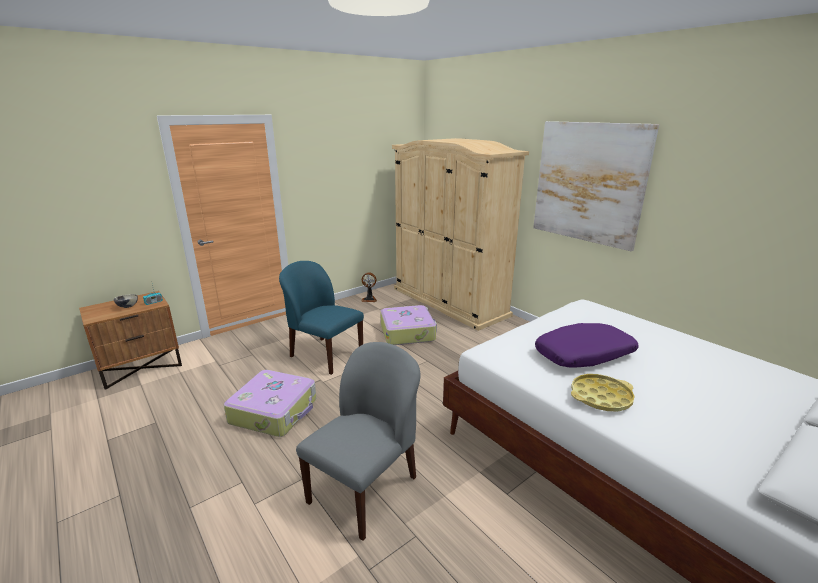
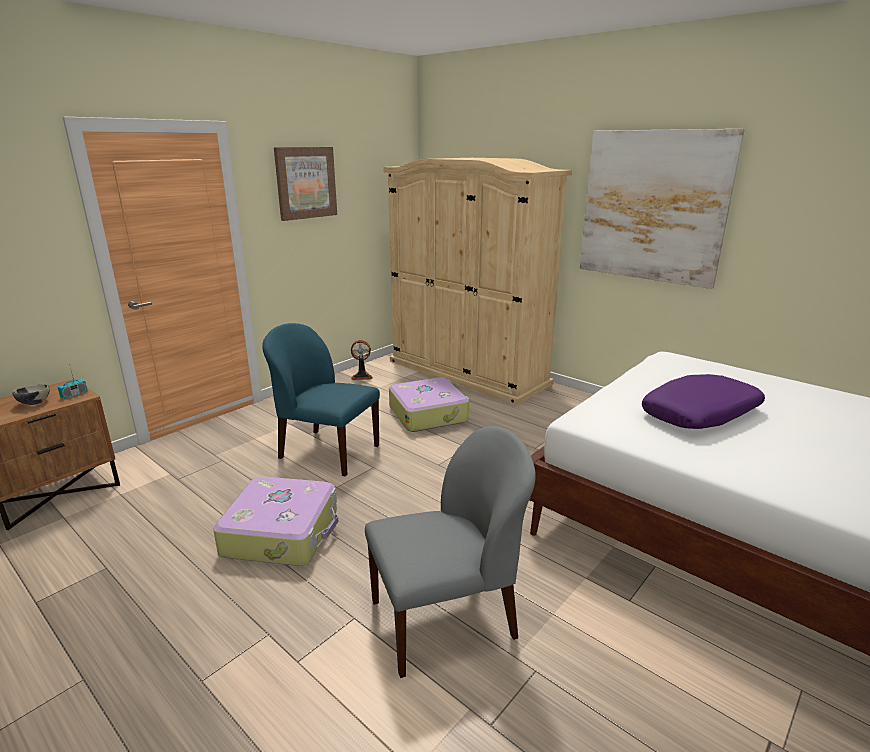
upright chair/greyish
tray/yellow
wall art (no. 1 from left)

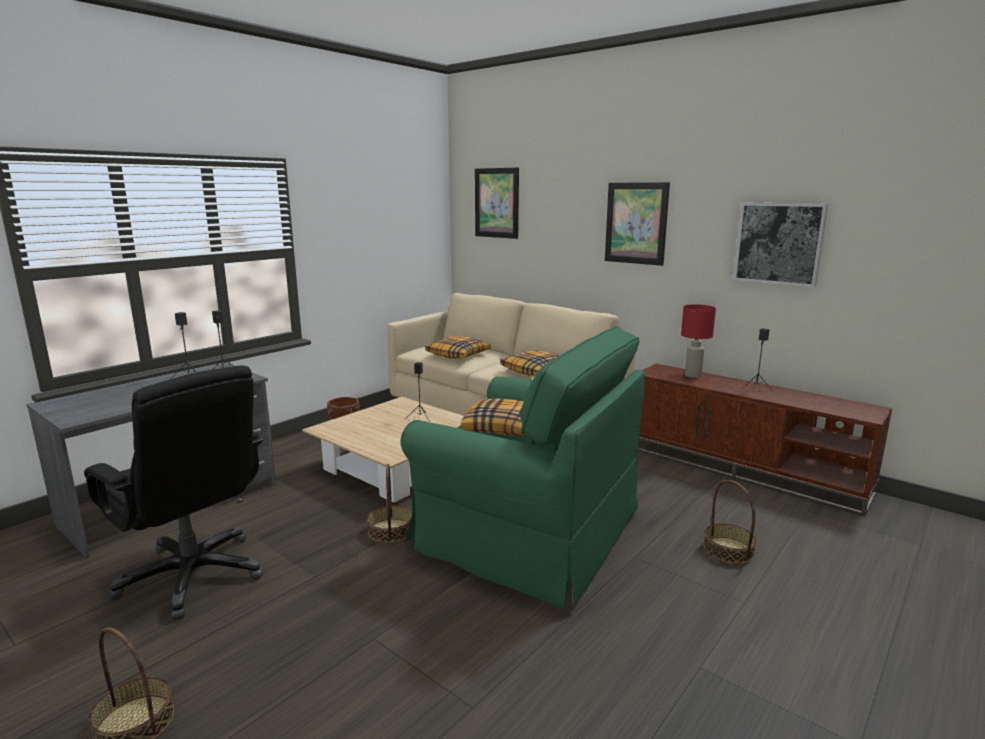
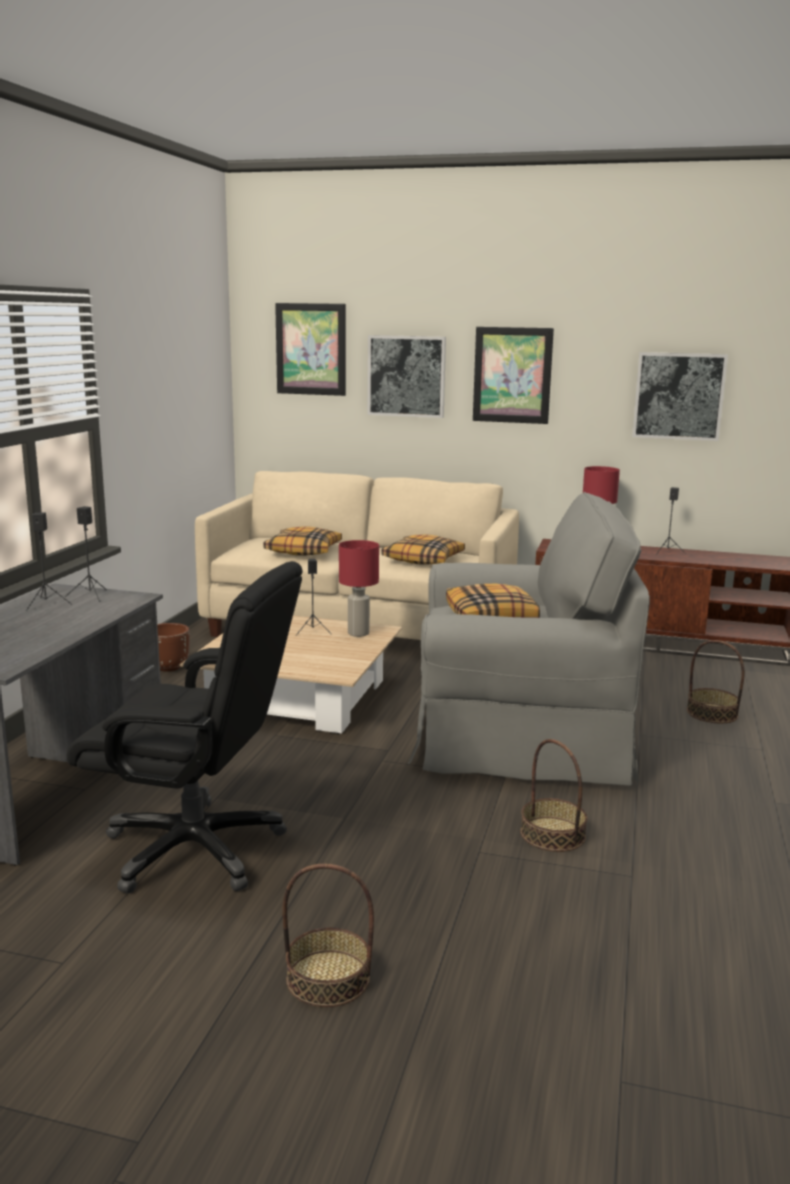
basket (no. 2 from left)
easy chair/greyish
lamp for a table/red-coloured (no. 1 from left)
wall art (no. 2 from left)

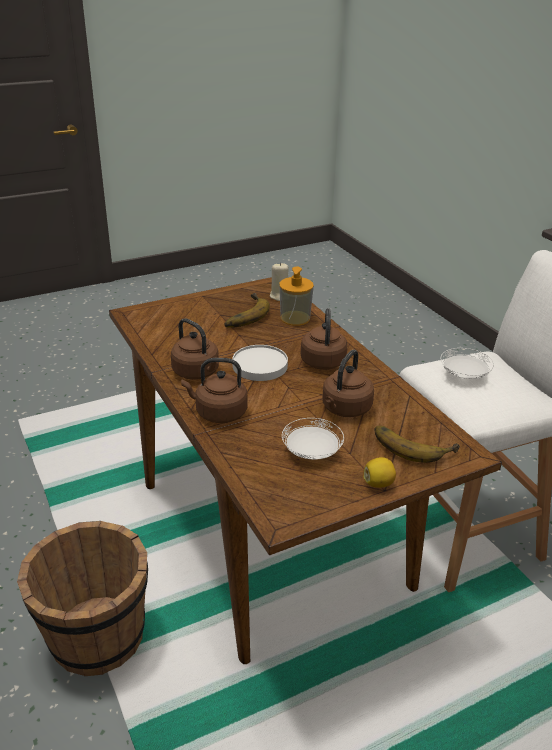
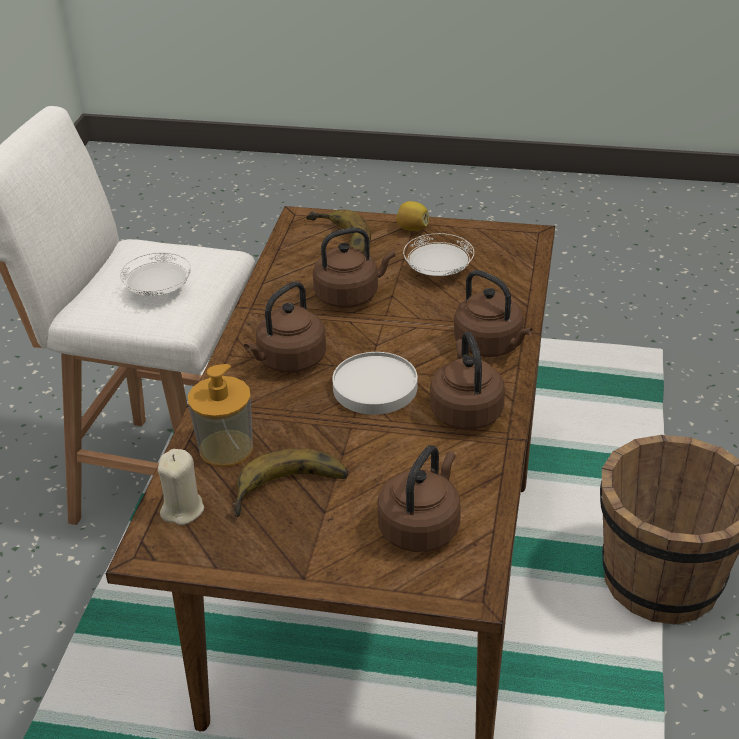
kettle/brown-coloured (no. 3 from left)

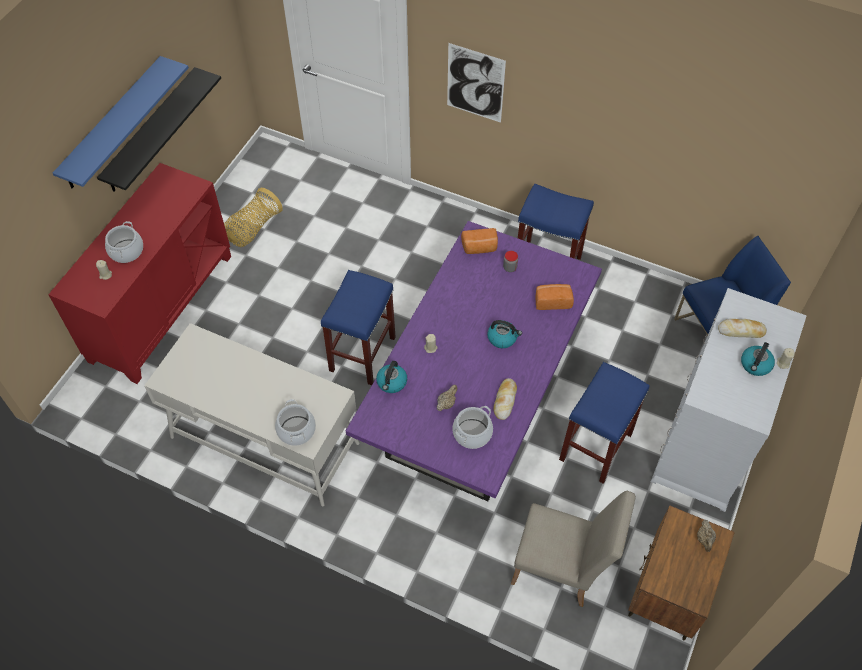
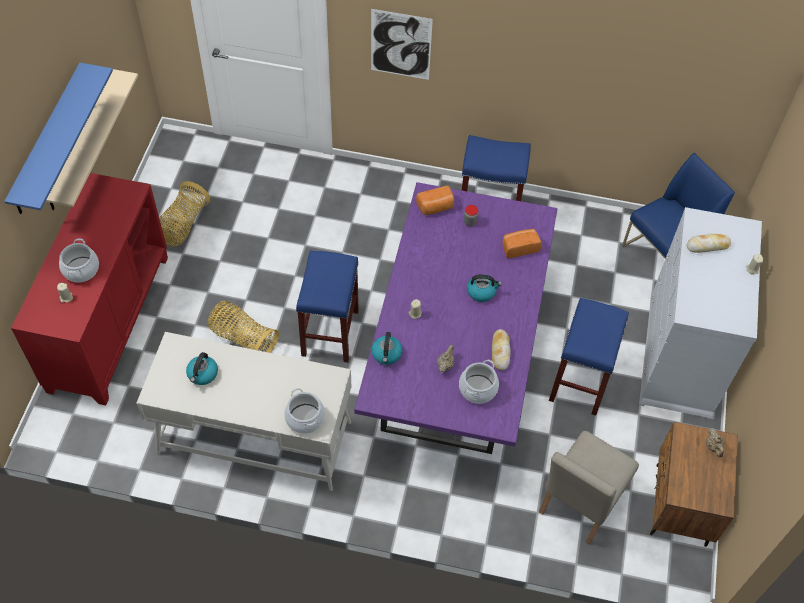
bracket shelf/beige
upright chair/beige
kettle (no. 1 from left)
basket (no. 2 from left)

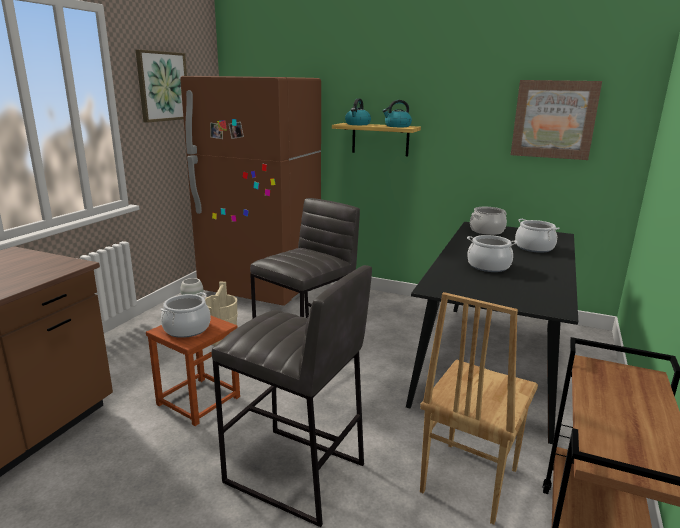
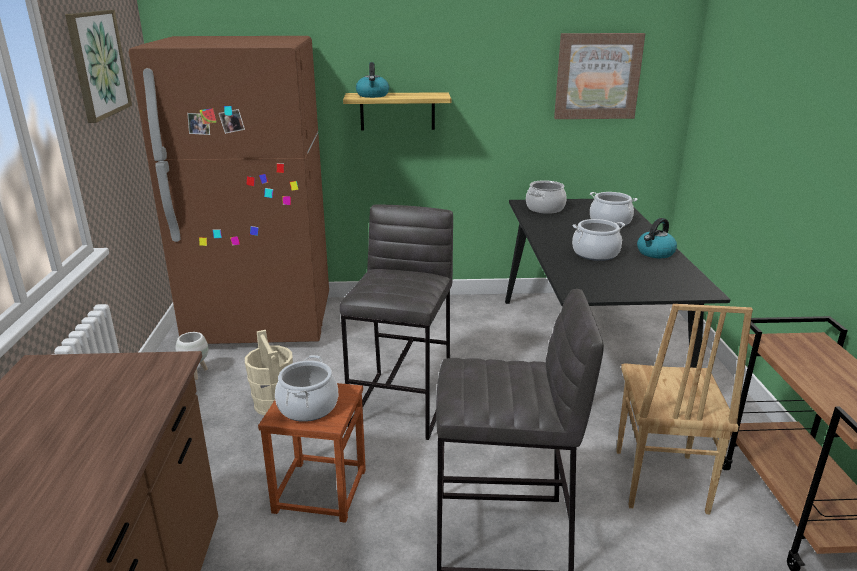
kettle (no. 2 from left)

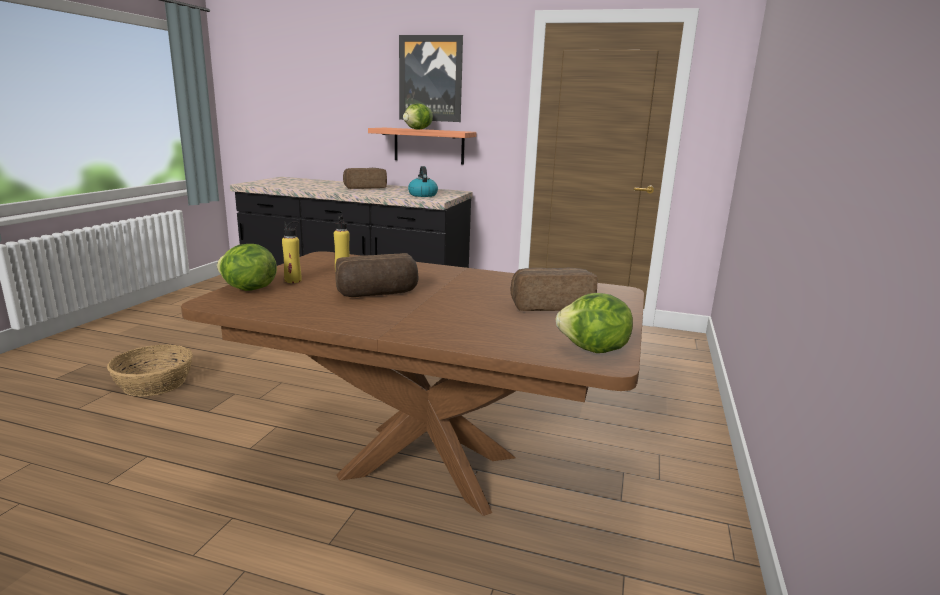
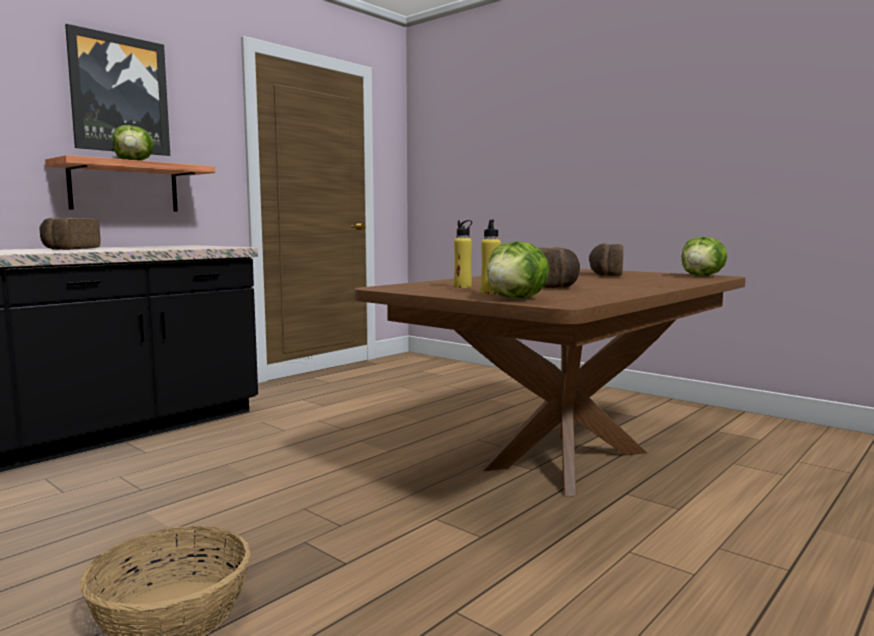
kettle

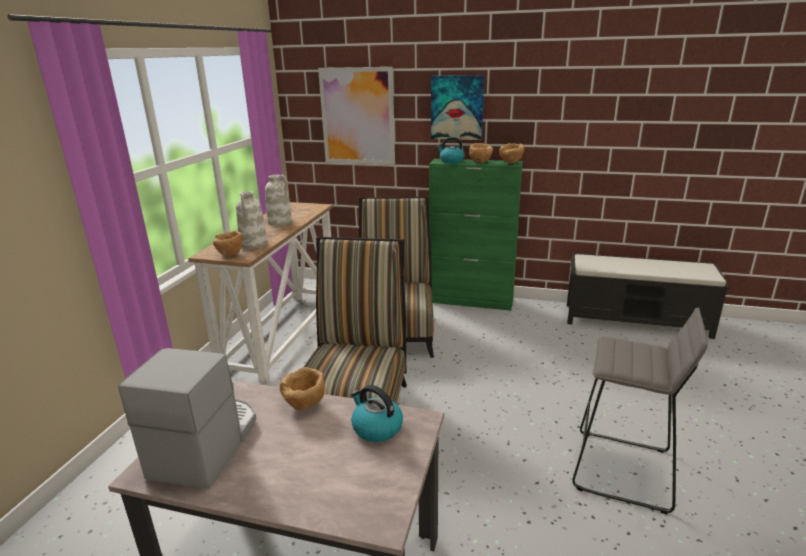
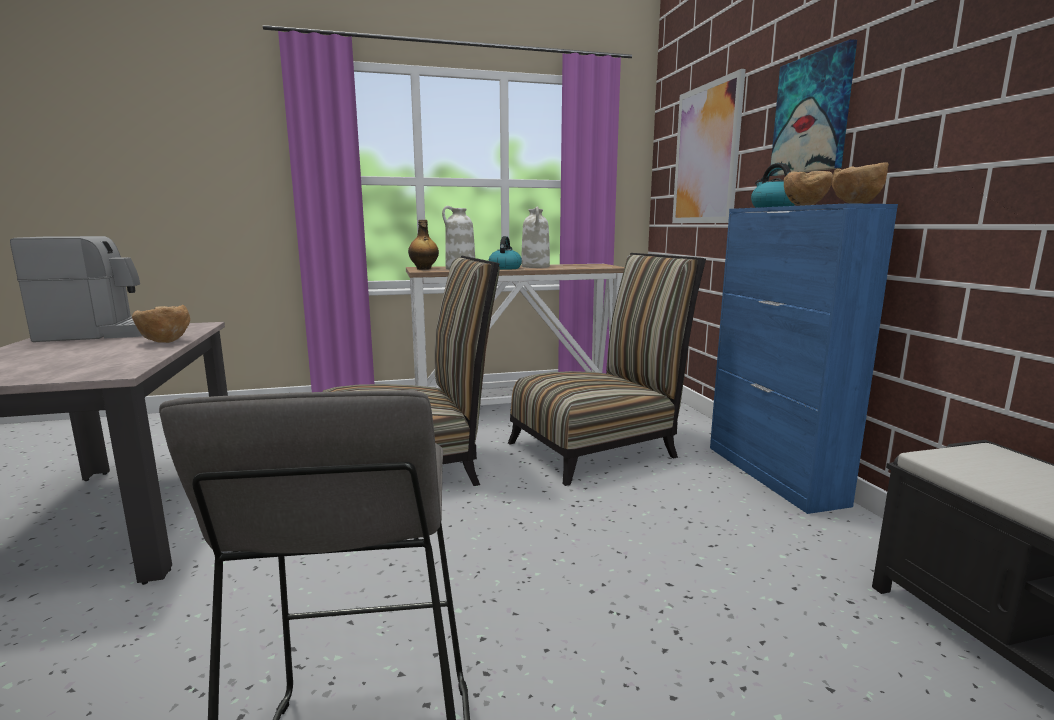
bottle
kettle (no. 1 from left)
storage cabinet/blue

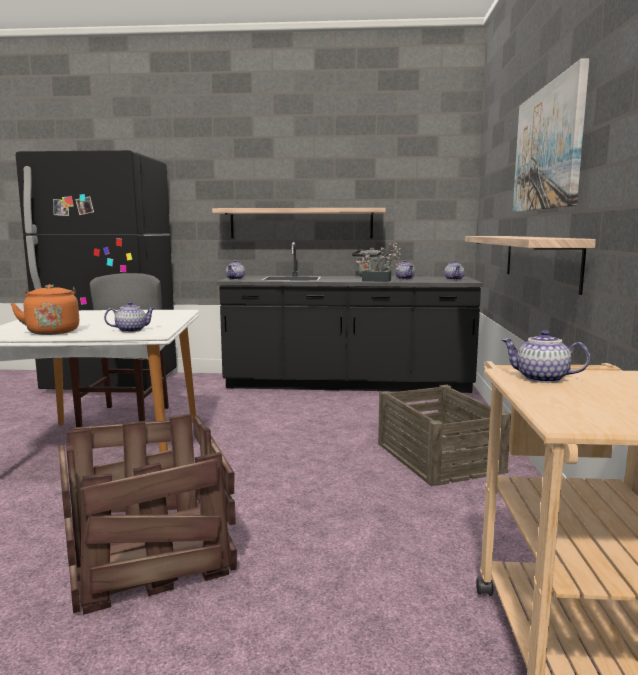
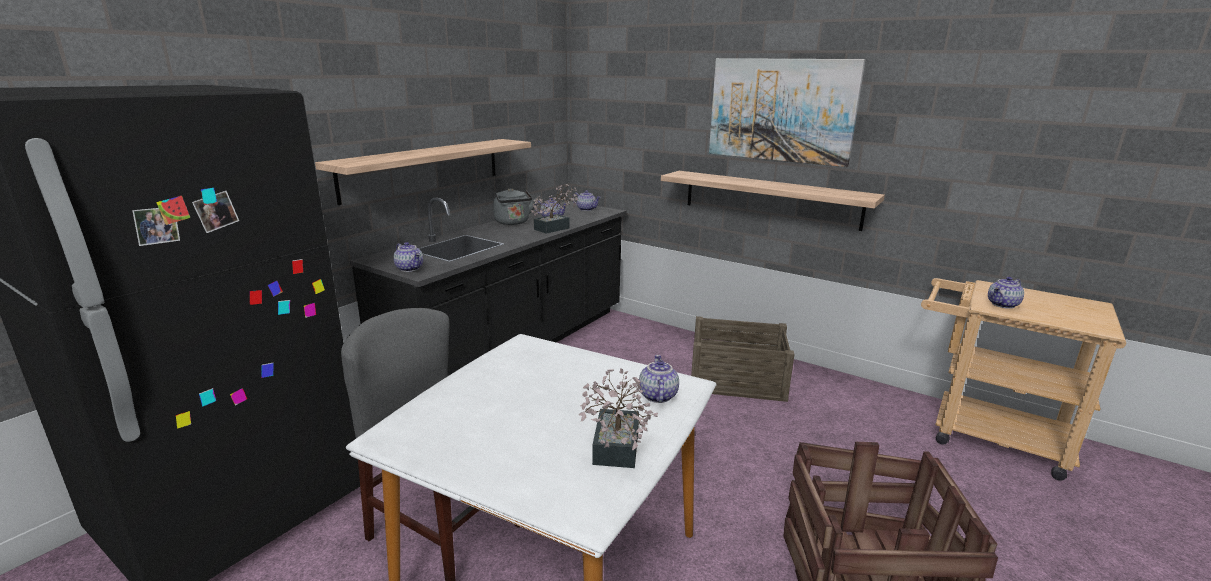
potted plant (no. 2 from left)

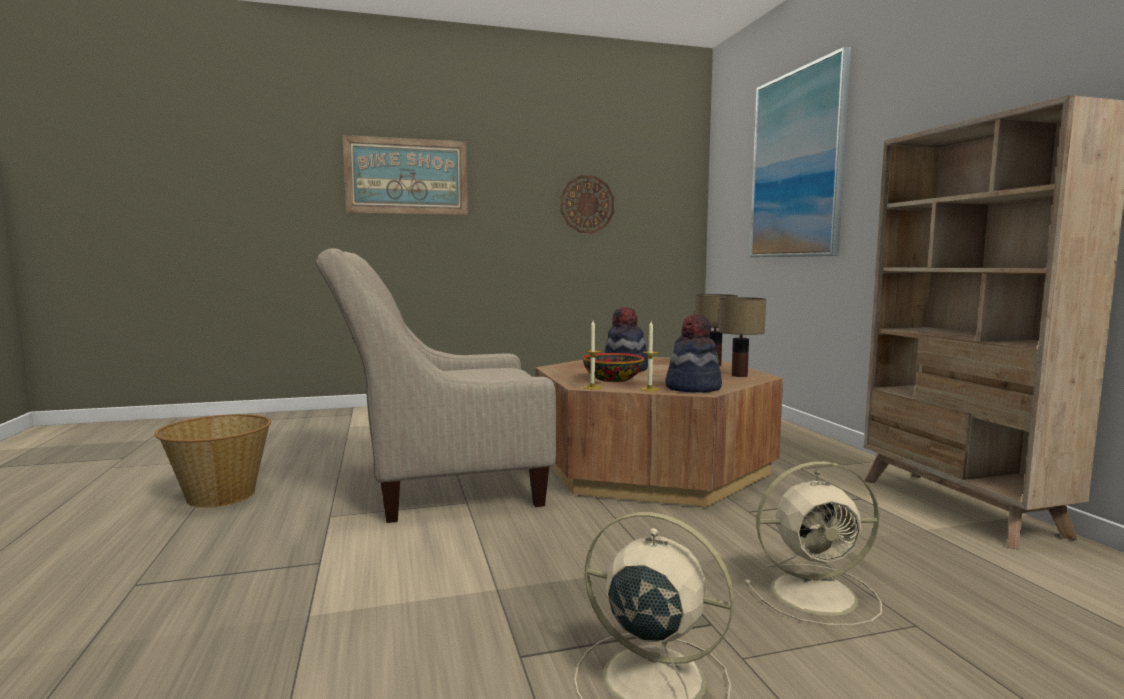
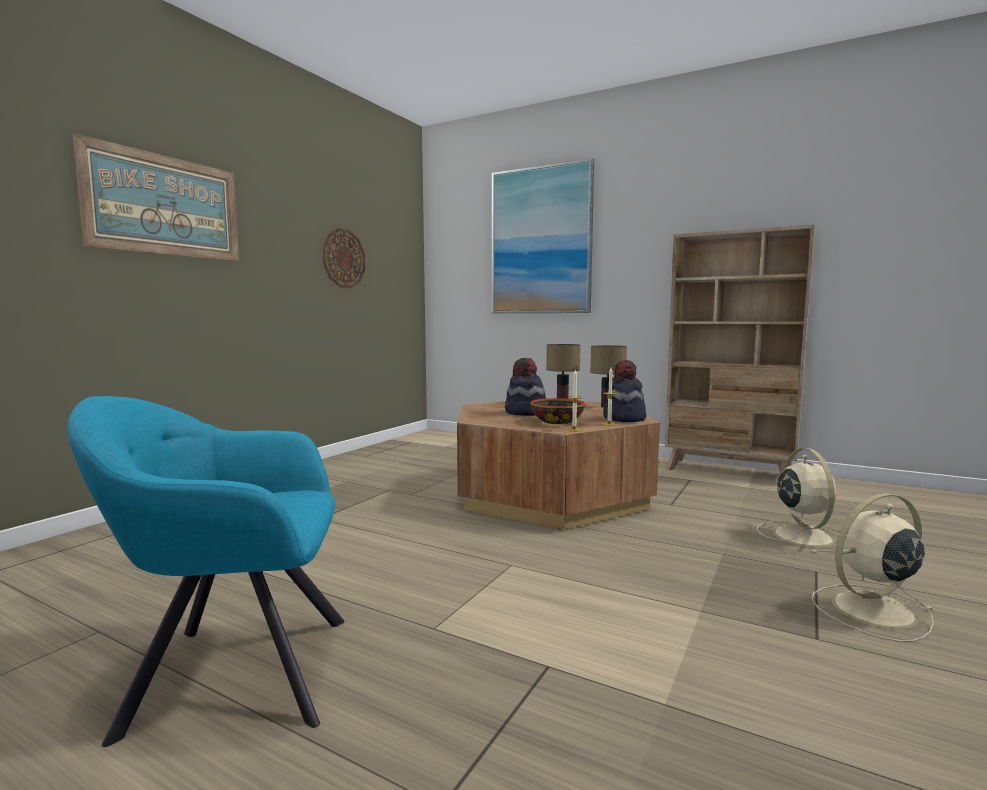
easy chair/turquoise-coloured
easy chair/beige
fan/beige (no. 1 from left)

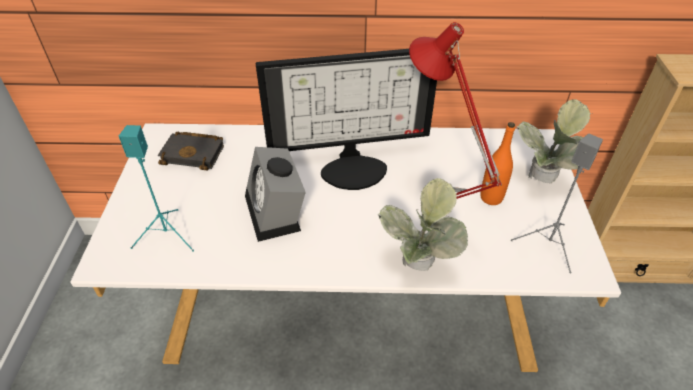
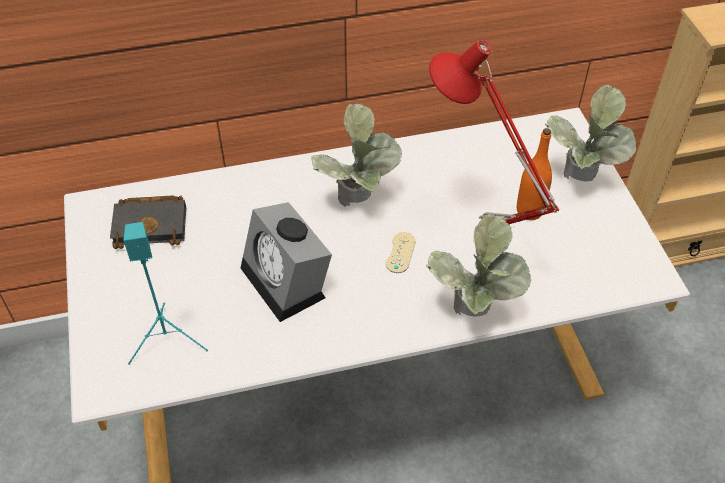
potted plant (no. 1 from left)
audio speaker/greyish
gamepad/beige

